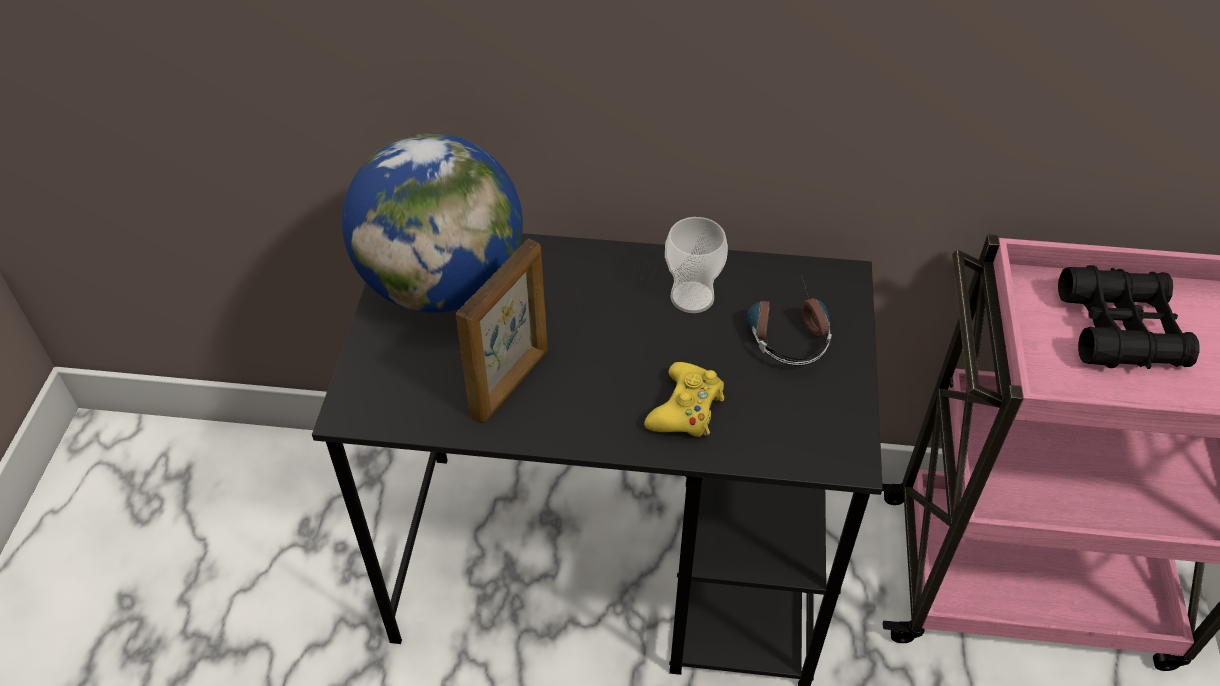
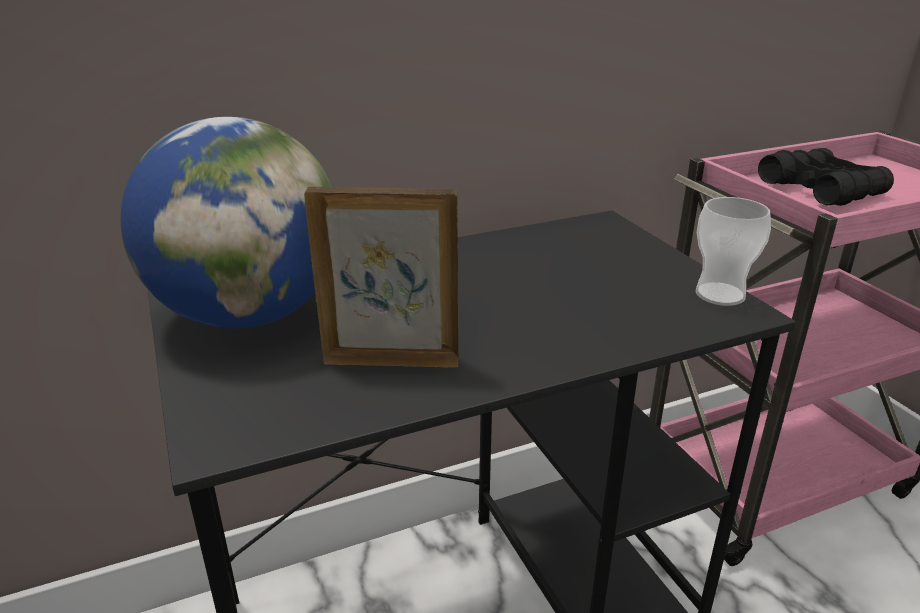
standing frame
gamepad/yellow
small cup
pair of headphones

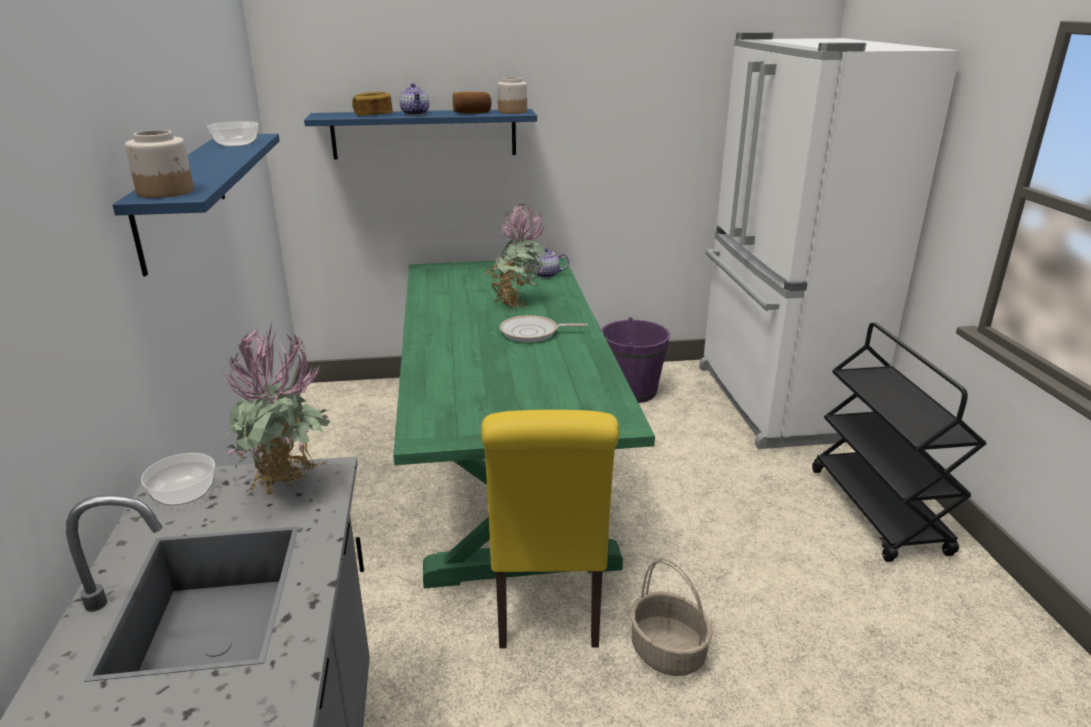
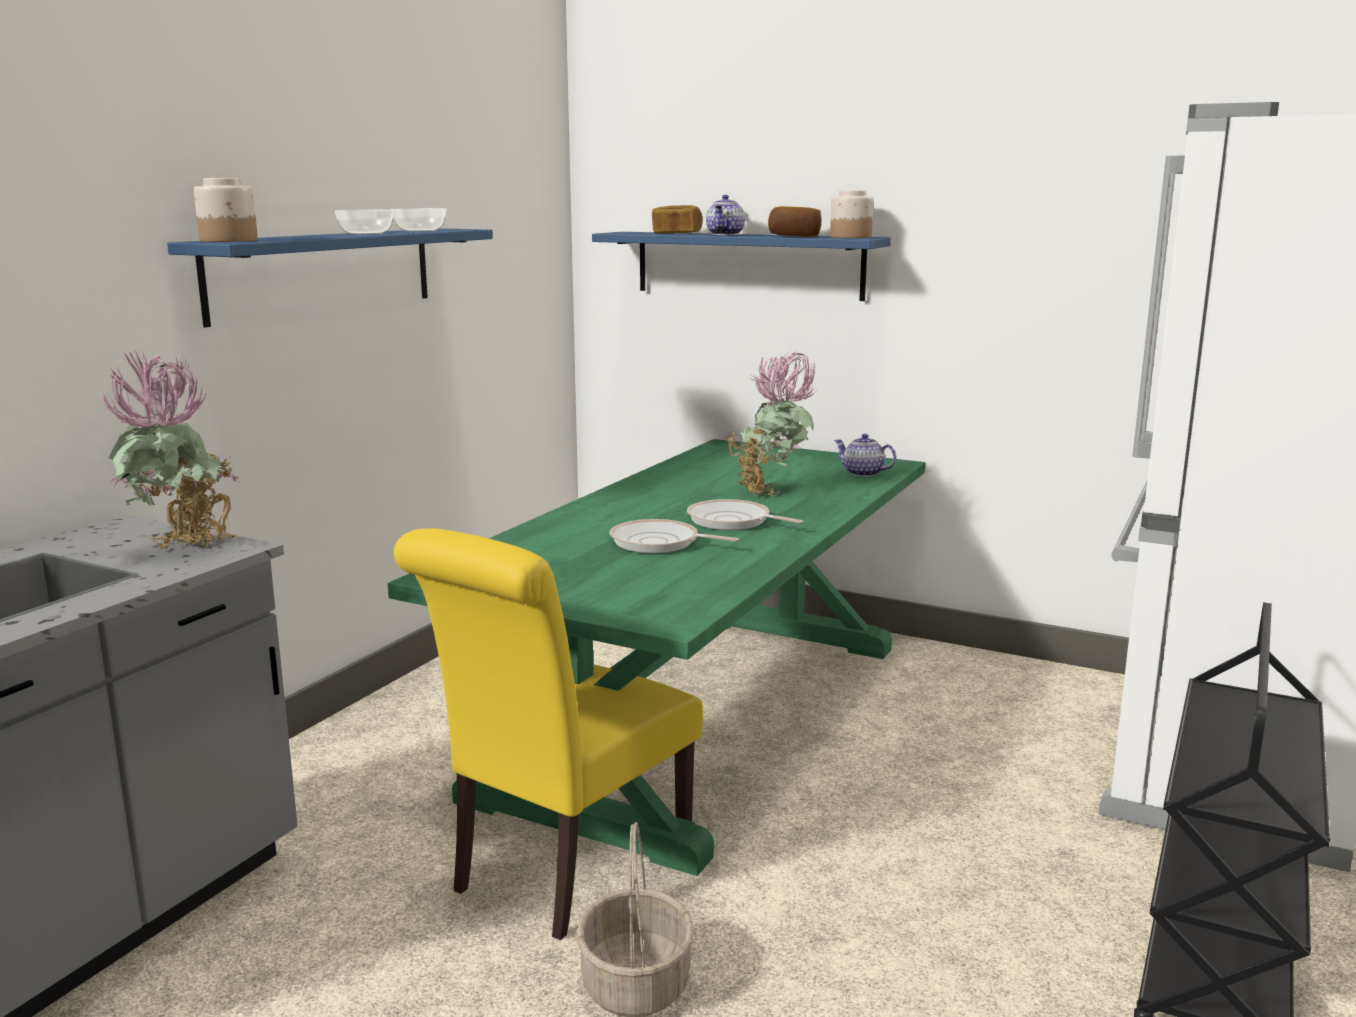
deep dish (no. 1 from left)
bucket/purplish
skillet (no. 1 from left)

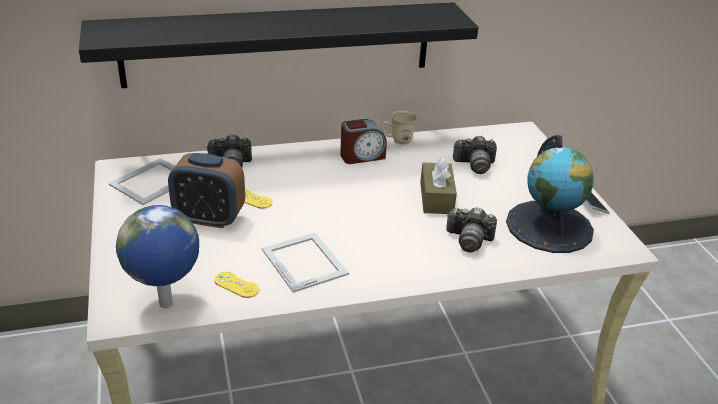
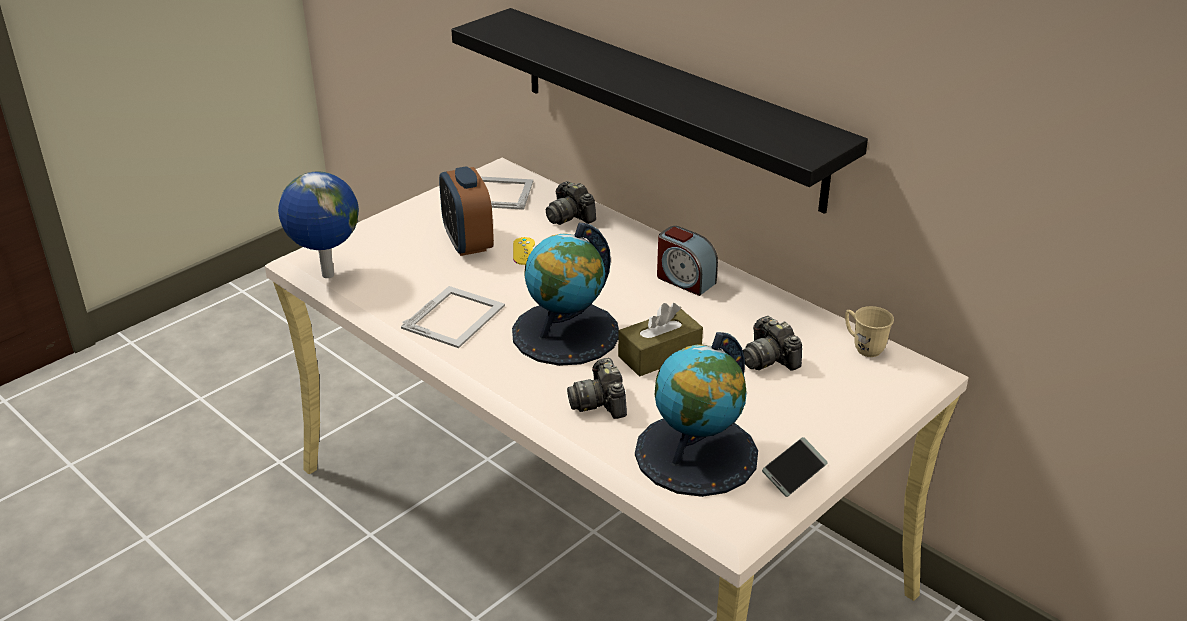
gamepad/yellow (no. 1 from left in the first image)
mug/beige
world globe (no. 2 from left)

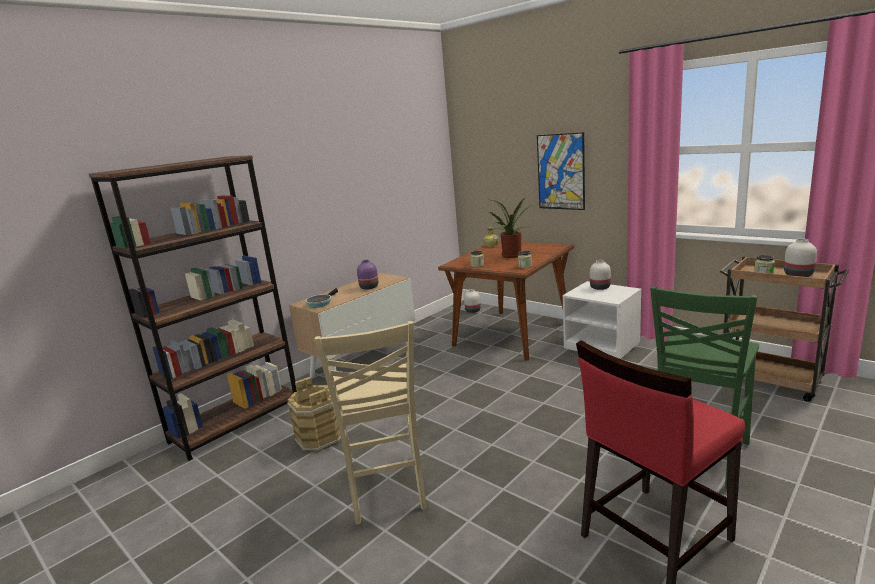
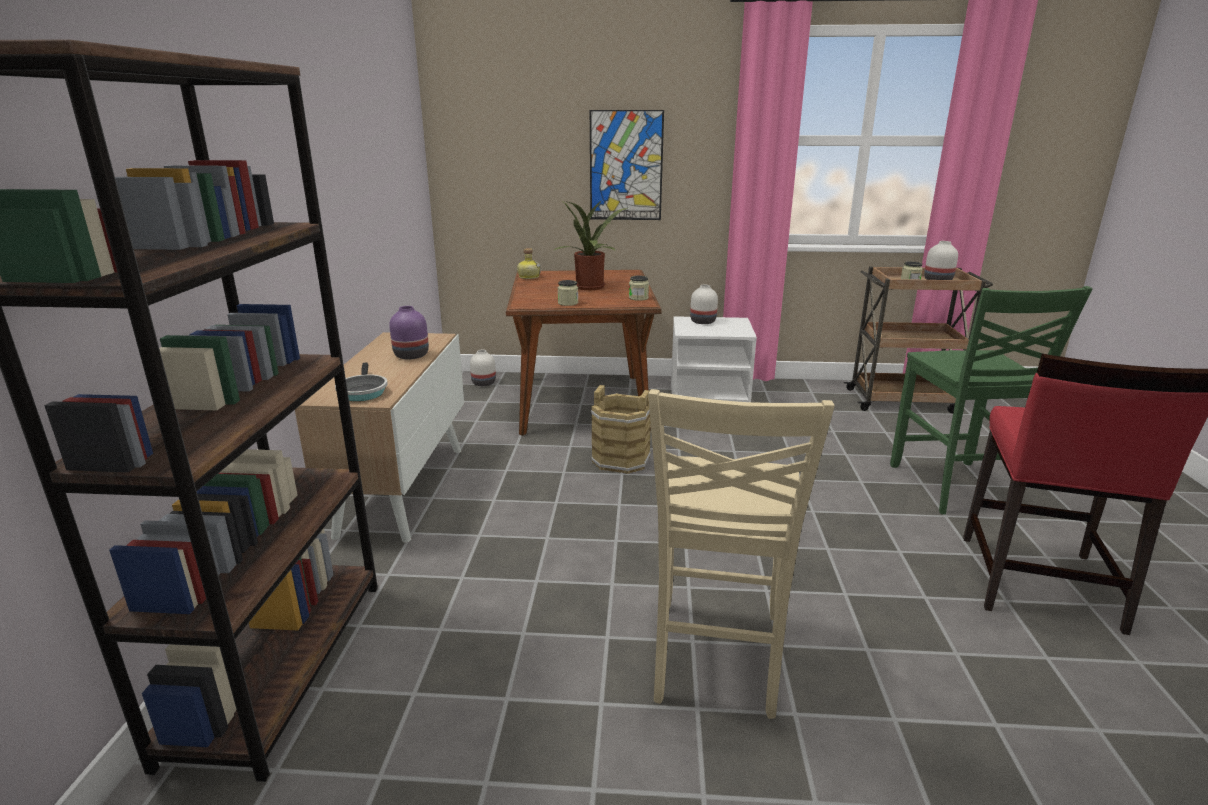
bucket/brown-coloured
upright chair/beige

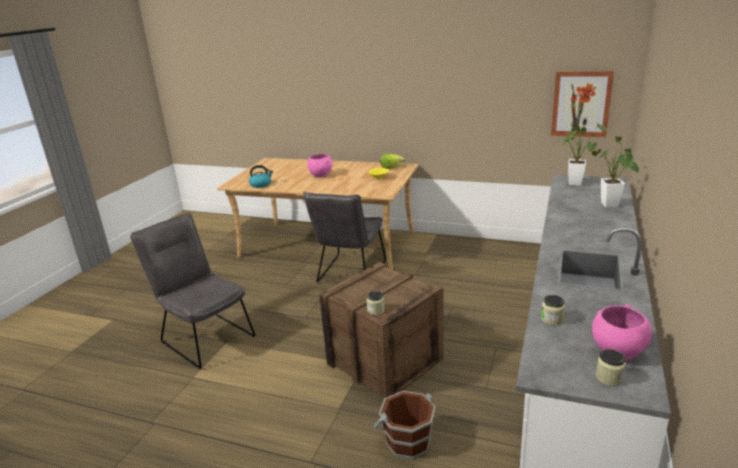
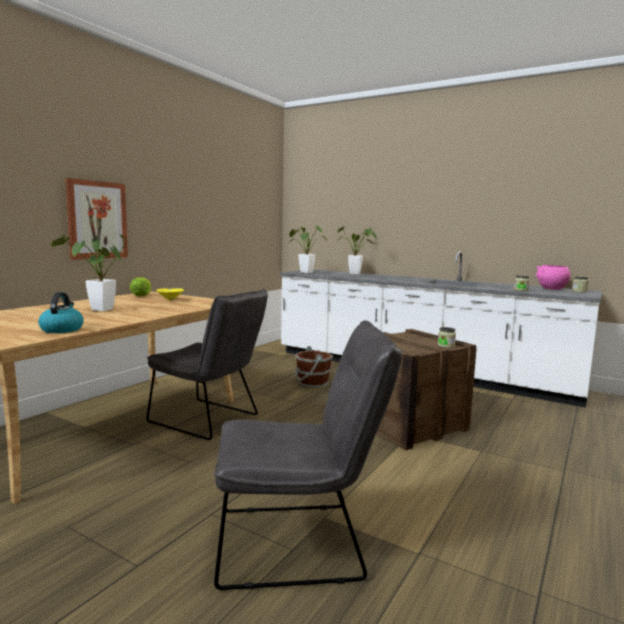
upright chair/greyish (no. 2 from left)
potted plant (no. 1 from left)
bucket/brown-coloured
wall art

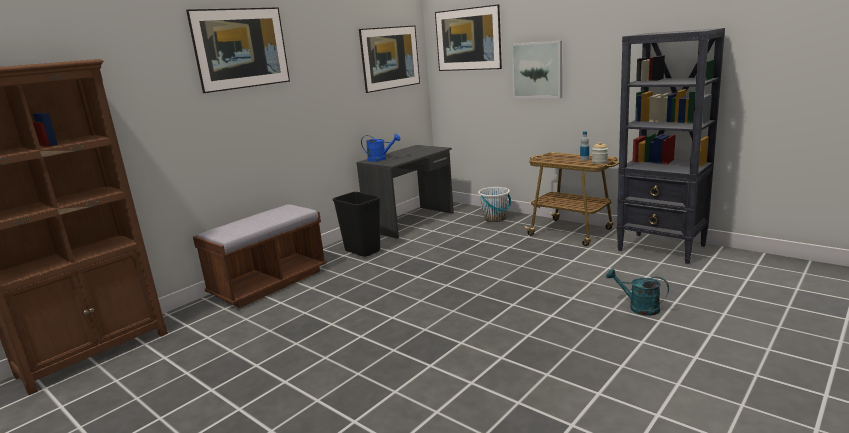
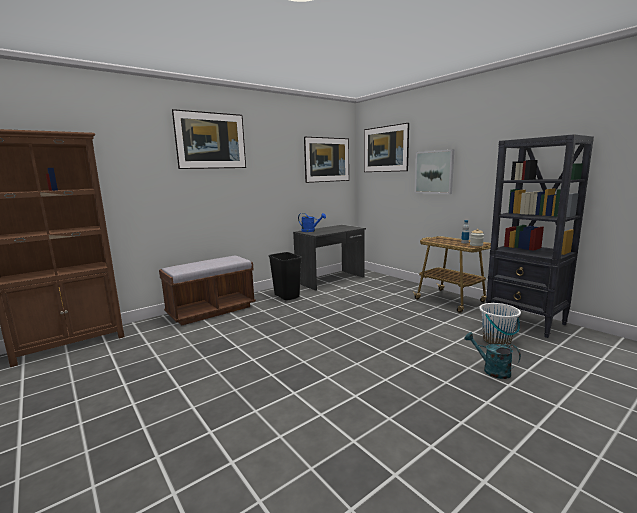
bucket/whitish

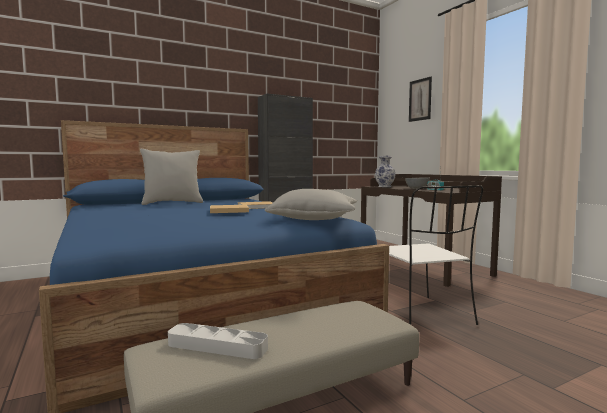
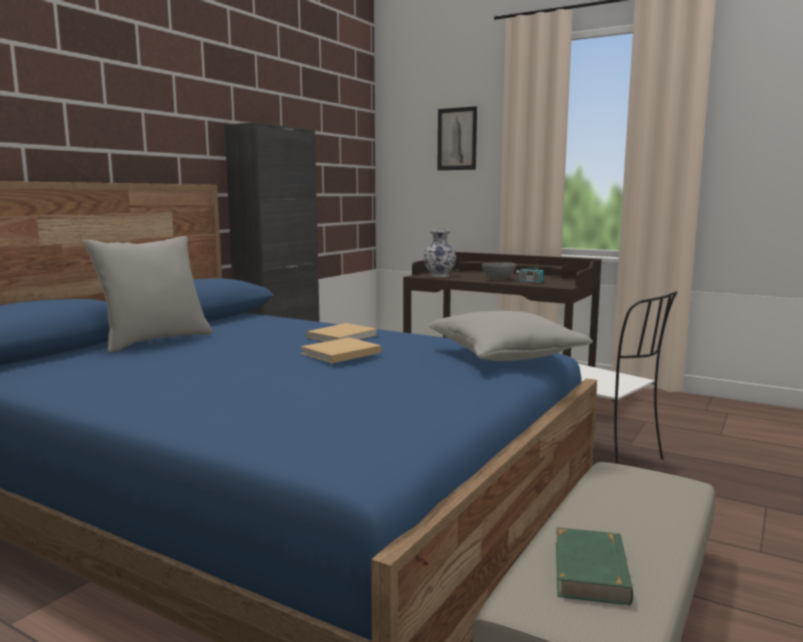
book/green

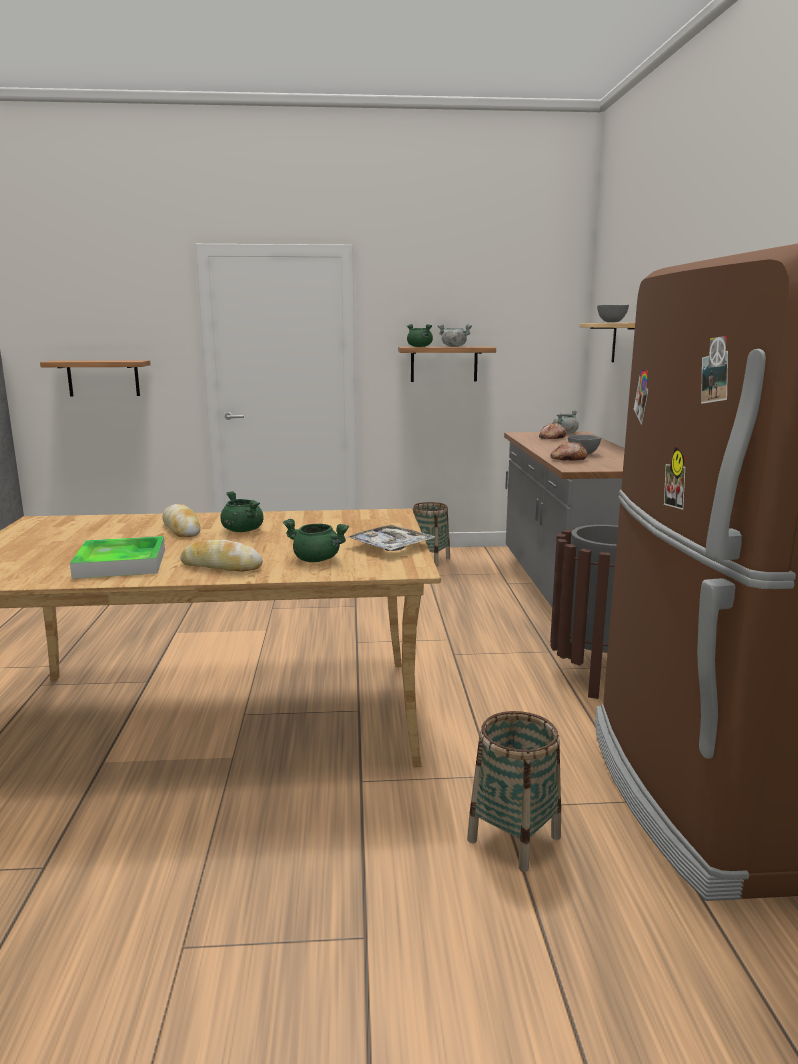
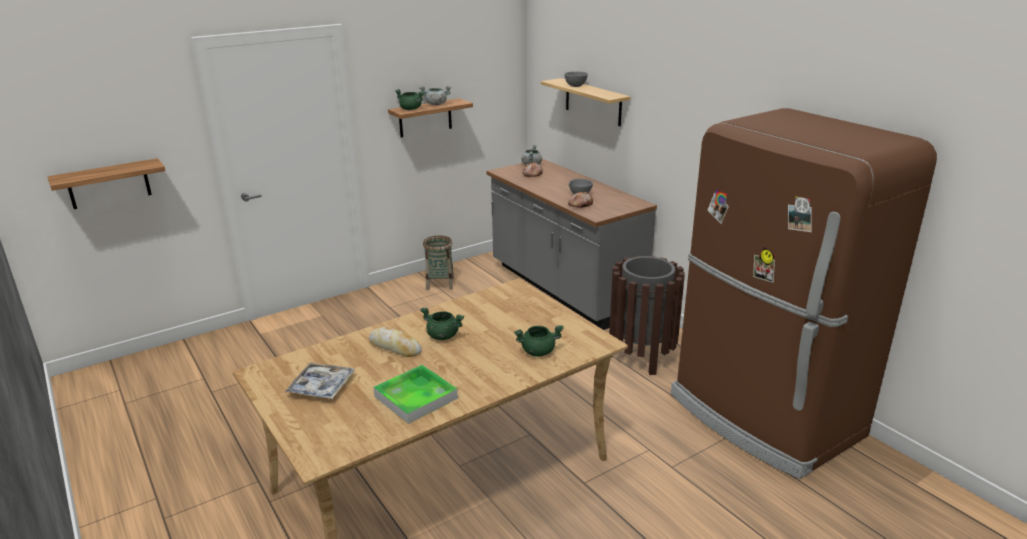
bread (no. 2 from left in the first image)
tray (no. 1 from left)
basket (no. 2 from left in the first image)

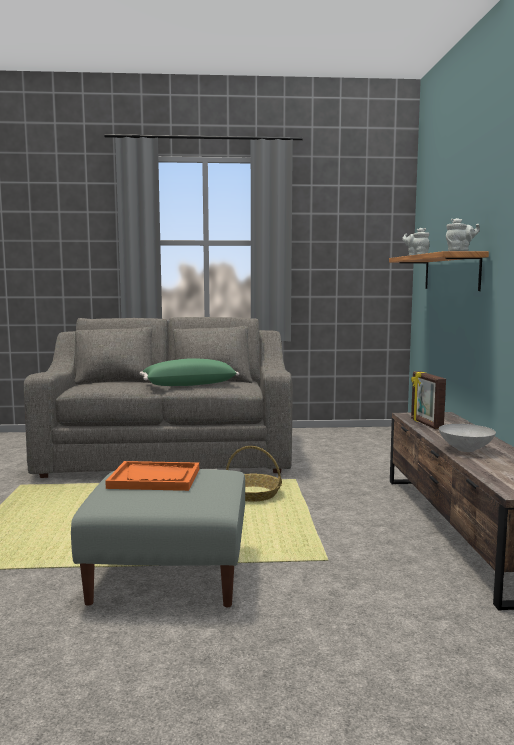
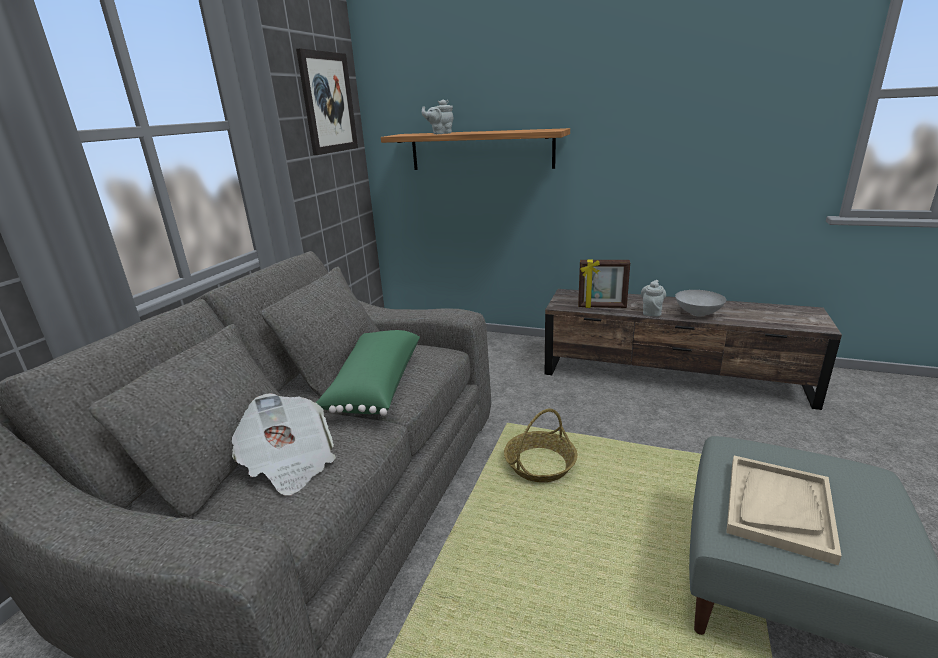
tray/beige
pot for tea/greyish (no. 2 from left)
printed paper
wall art

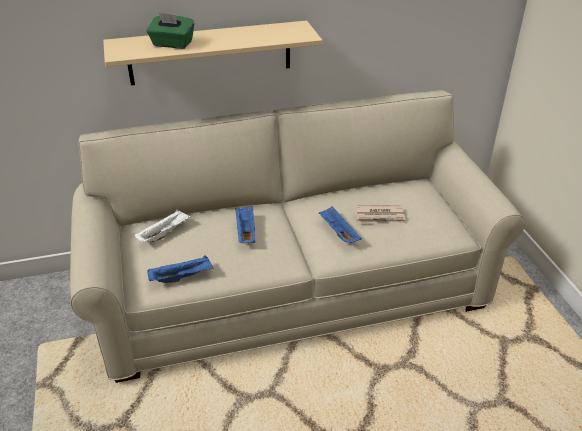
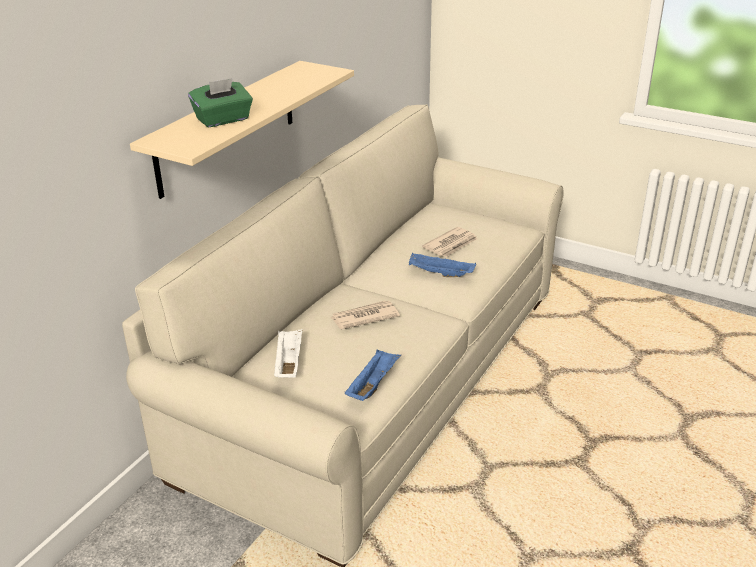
printed paper (no. 1 from left)

